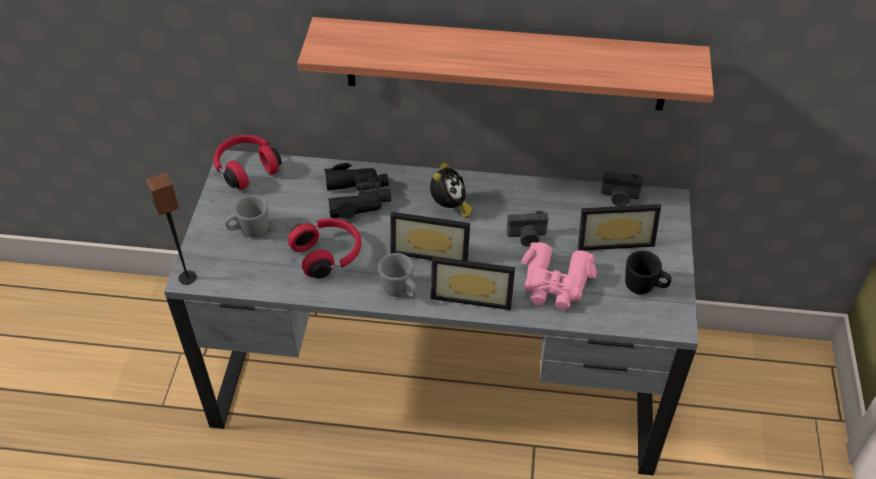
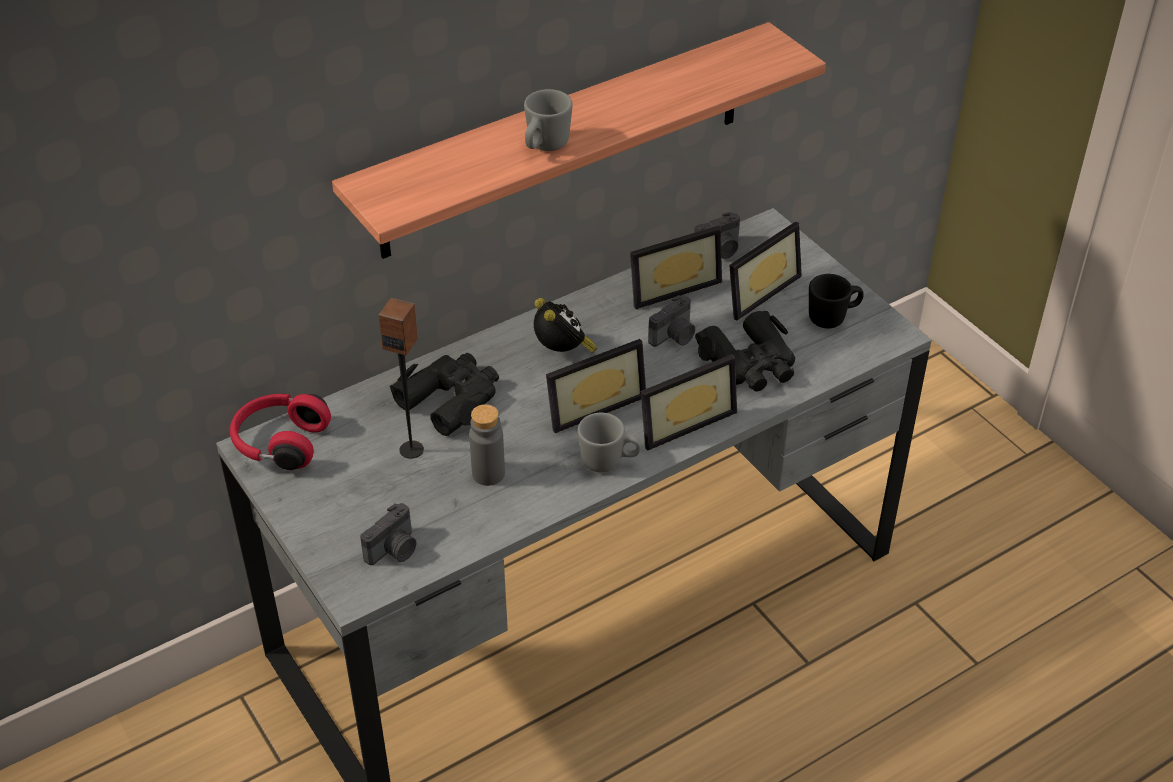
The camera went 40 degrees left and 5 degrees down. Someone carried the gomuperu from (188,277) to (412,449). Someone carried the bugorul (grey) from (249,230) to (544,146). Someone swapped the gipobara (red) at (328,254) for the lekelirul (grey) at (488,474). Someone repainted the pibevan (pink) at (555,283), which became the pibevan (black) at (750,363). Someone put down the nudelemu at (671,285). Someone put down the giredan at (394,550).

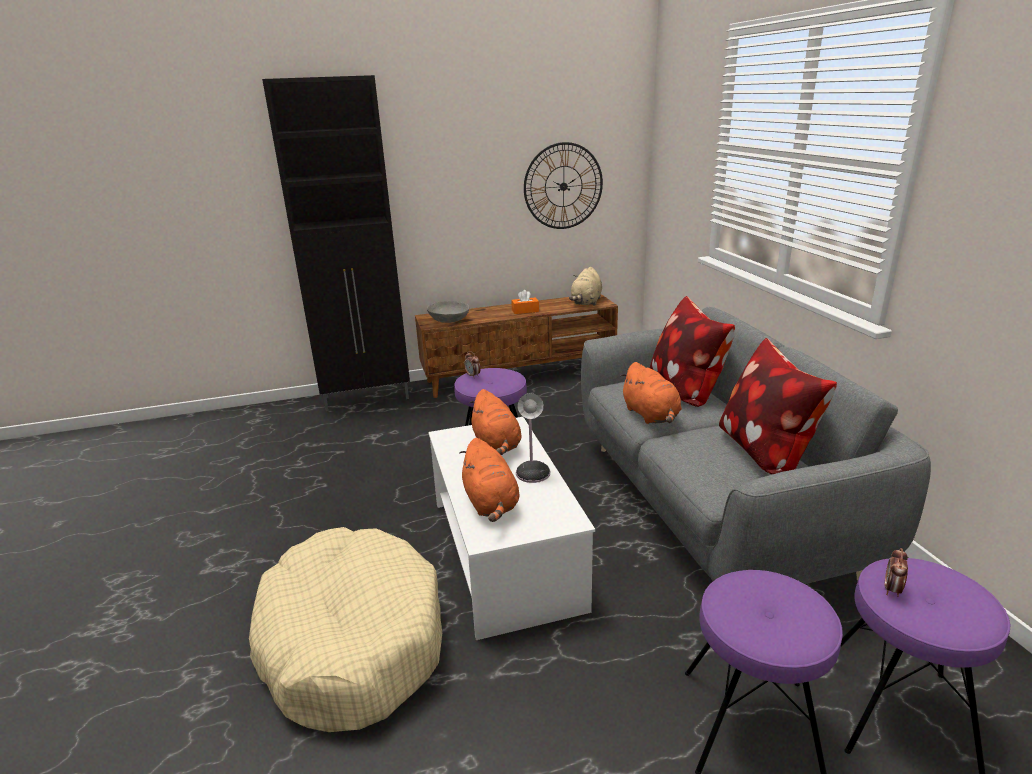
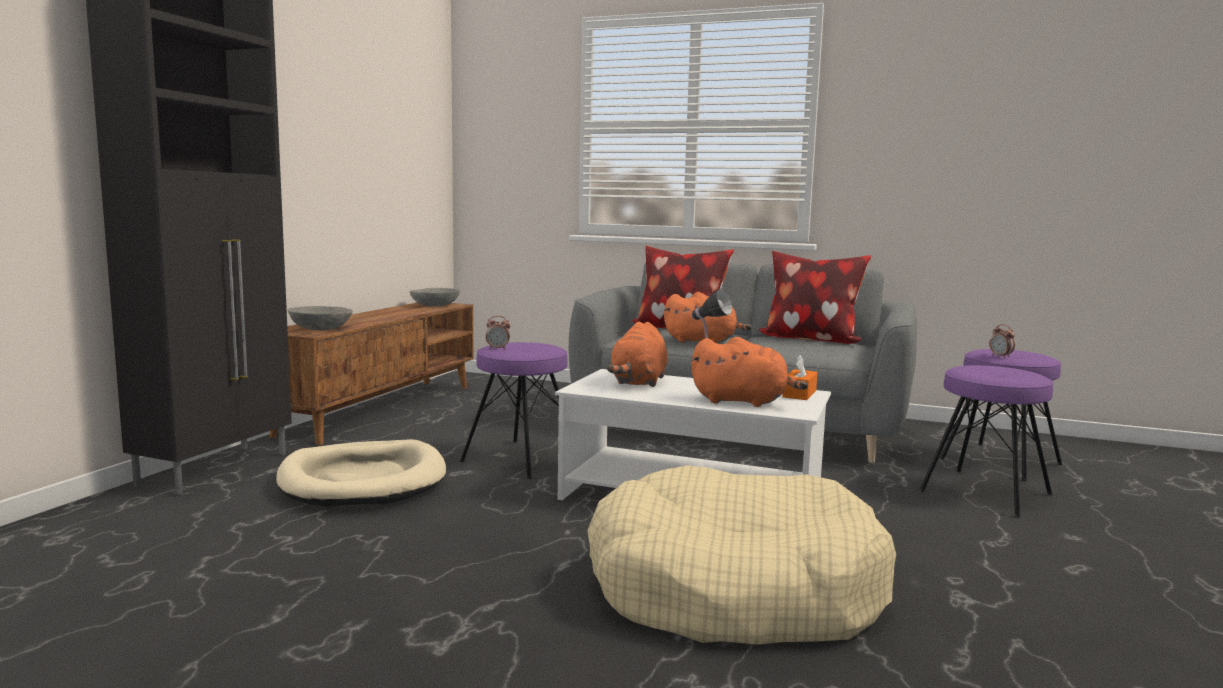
The camera went 55 degrees left and 15 degrees down. Someone took away the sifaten at (563,186). Someone swapped the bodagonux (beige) at (586,302) for the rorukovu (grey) at (435,305). Someone carried the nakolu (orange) from (525,311) to (799,394). Someone rotated the bodagonux (orange) at (496,445) by 90 degrees clockwise. Someone put down the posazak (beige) at (363,480).

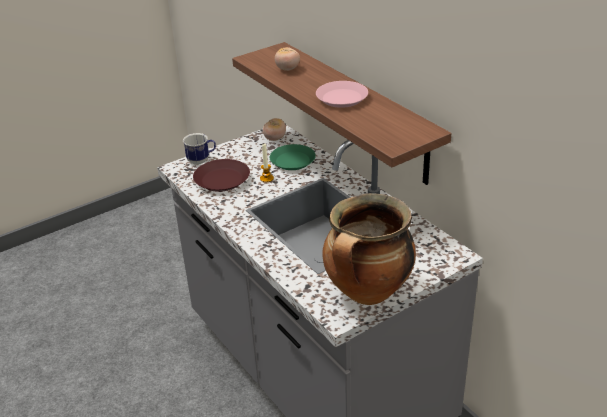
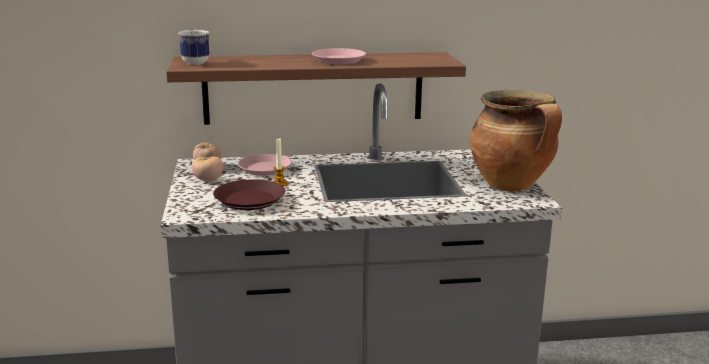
The camera went 65 degrees left and 15 degrees down. Someone carried the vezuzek from (287,69) to (208,180). Someone carried the bugorul from (202,160) to (198,62). Someone repainted the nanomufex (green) at (293,161), which became the nanomufex (pink) at (265,169).

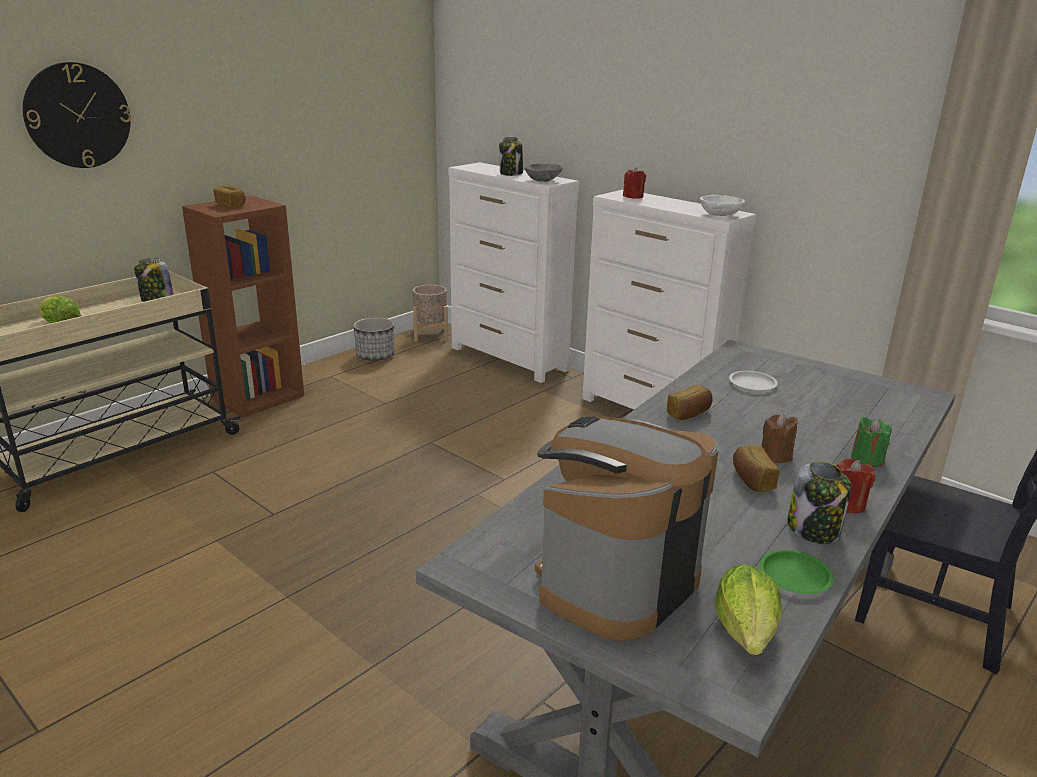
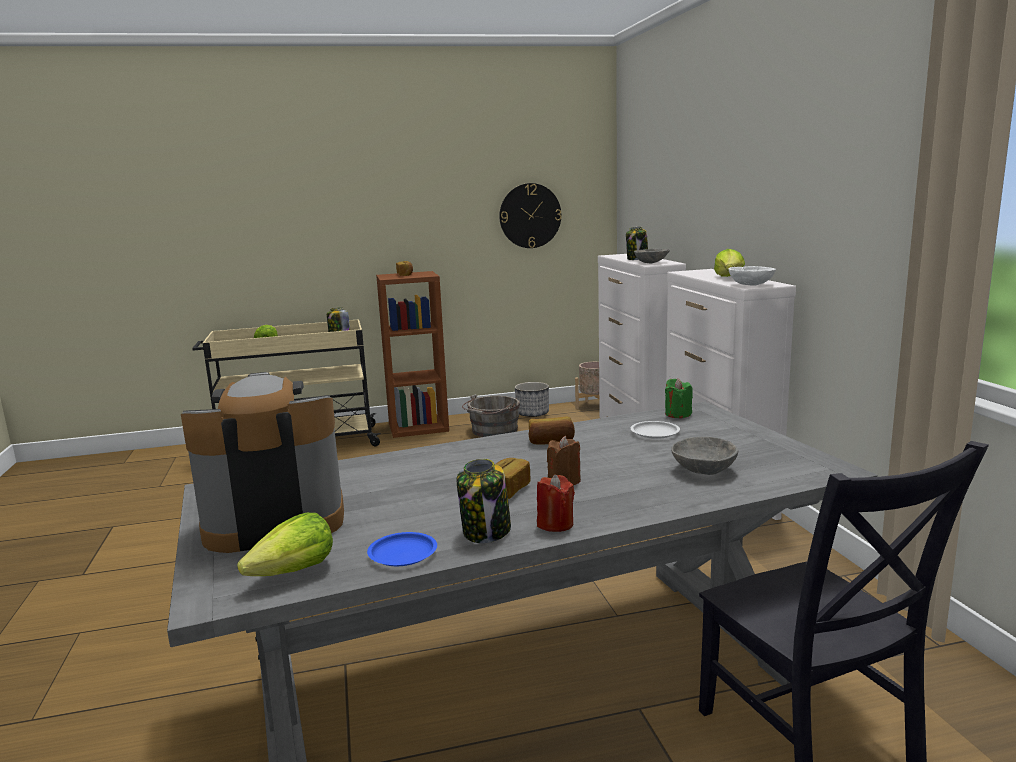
The camera went 35 degrees right and 10 degrees down. Someone carried the sifaten from (77,115) to (530,215). Someone took away the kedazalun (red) at (633,197). Someone carried the kedazalun (green) from (867,459) to (678,414). Someone repainted the nanomufex (green) at (795,576), which became the nanomufex (blue) at (403,554). Someone put down the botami at (729,277). Someone put down the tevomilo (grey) at (493,431). Someone put down the rorukovu (grey) at (704,469).

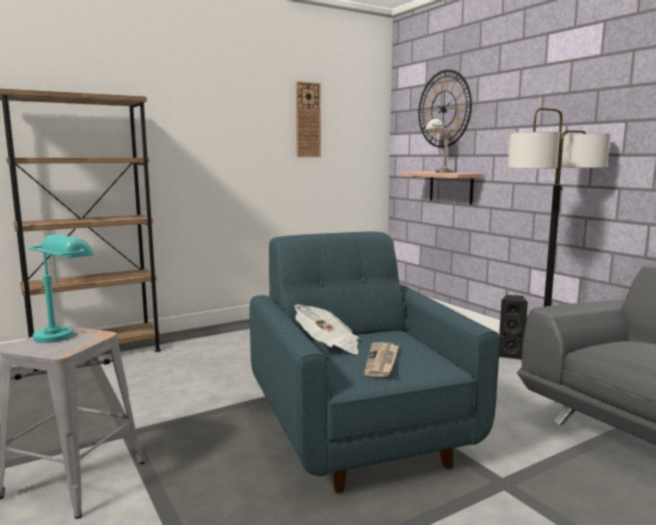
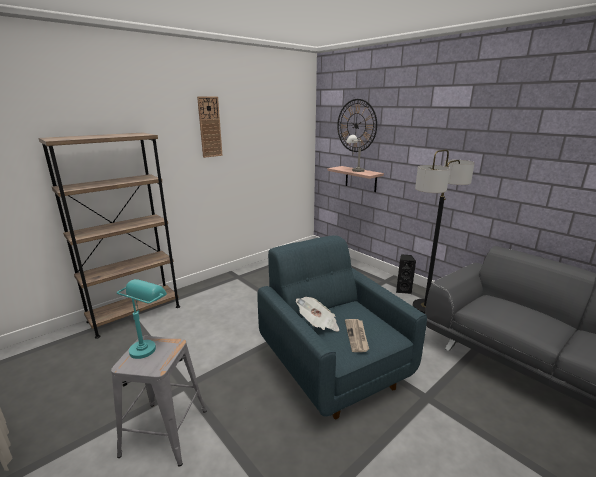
The camera went 10 degrees left and 10 degrees up. Someone carried the sifaten from (308,120) to (210,127).

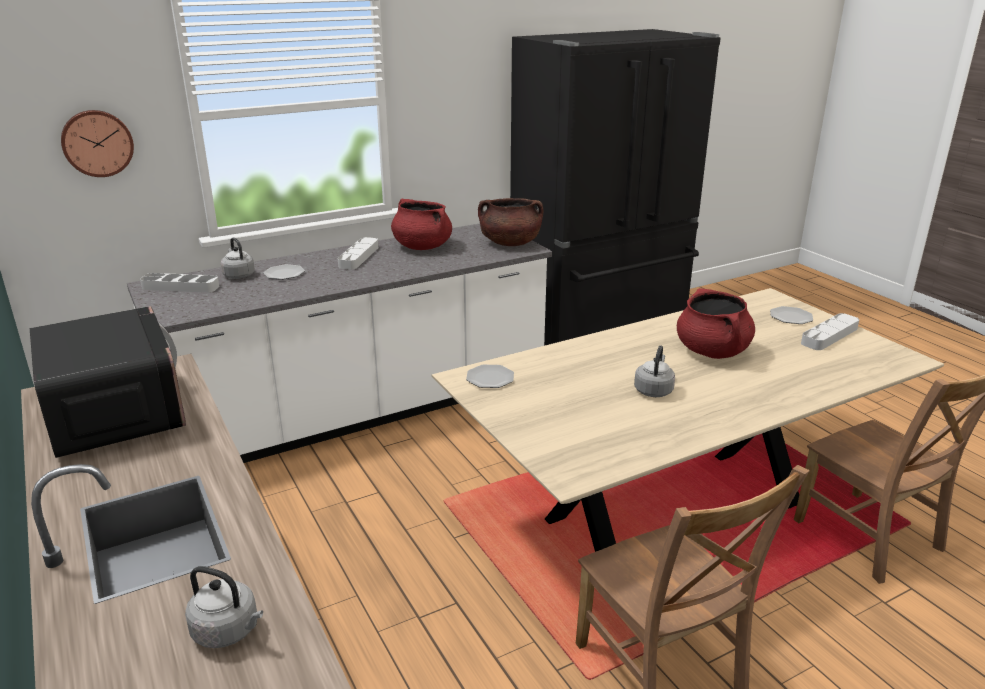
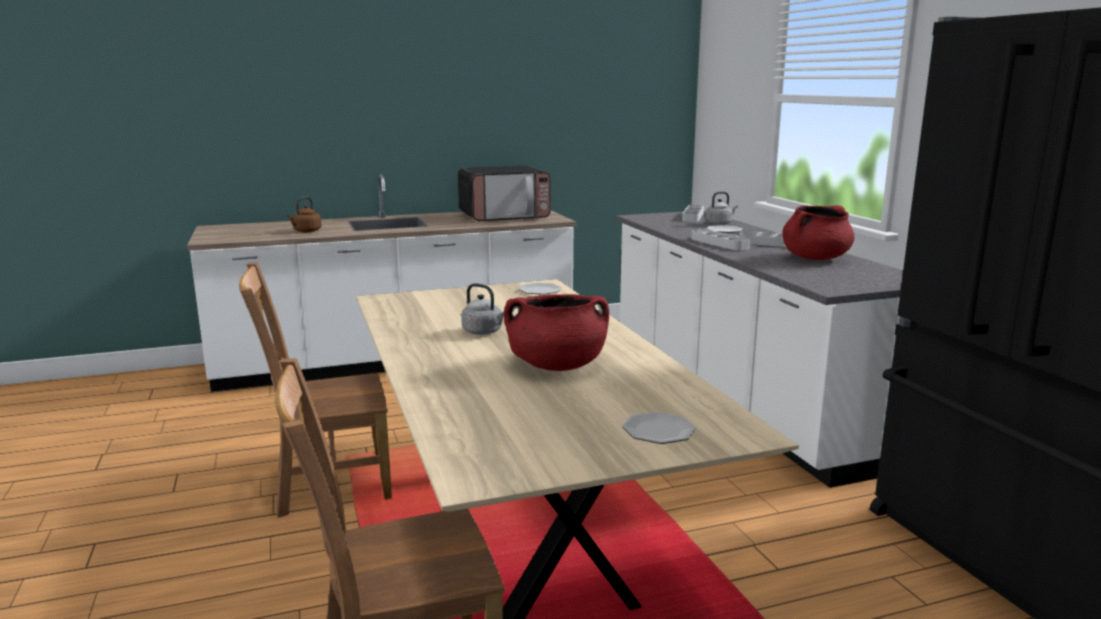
The camera went 100 degrees right and 10 degrees down. Someone took away the sifaten at (97,143). Someone took away the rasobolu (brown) at (510,243). Someone carried the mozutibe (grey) from (829,336) to (719,243). Someone repainted the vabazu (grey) at (228,631), which became the vabazu (brown) at (306,231).

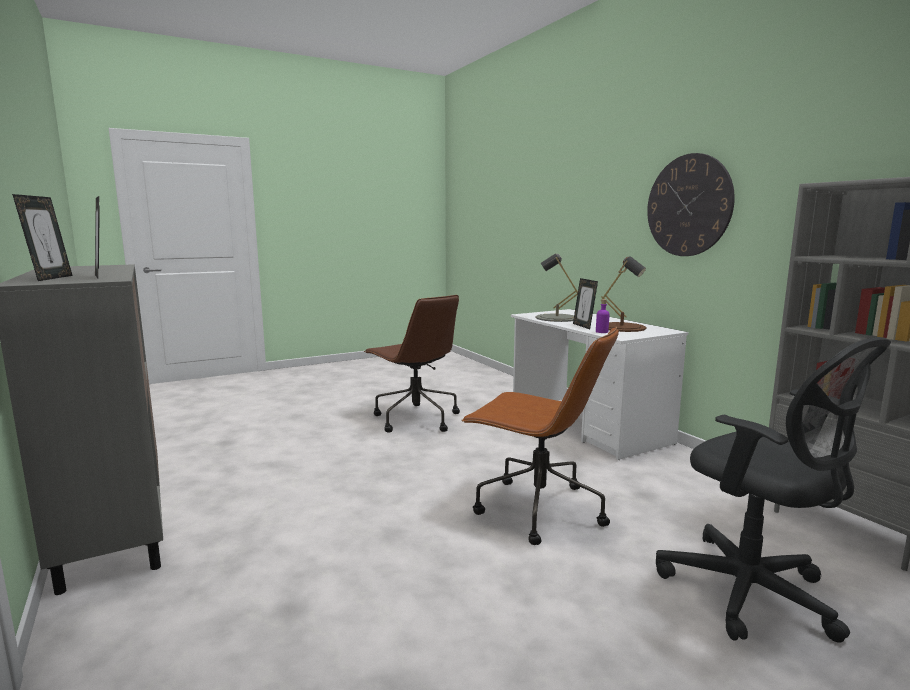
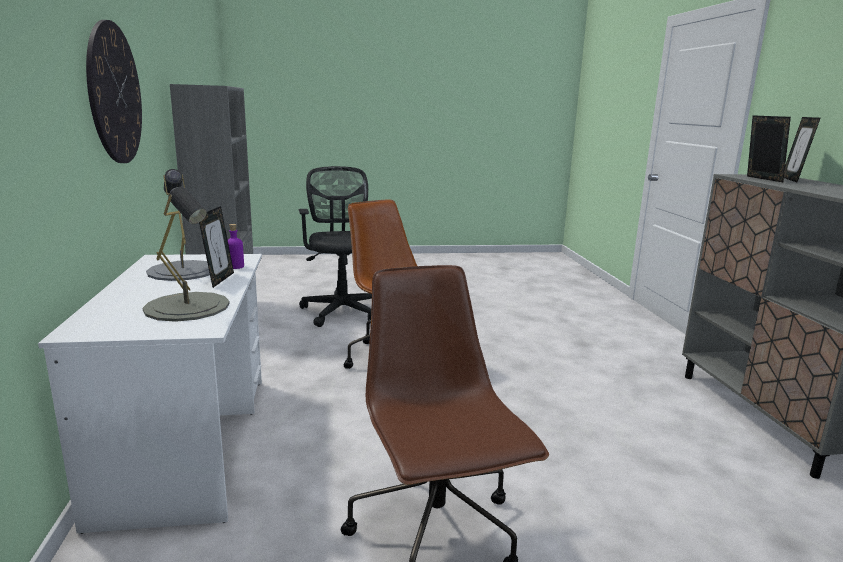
The camera went 160 degrees left and 5 degrees up. Someone repainted the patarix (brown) at (621,327), which became the patarix (grey) at (182,270).

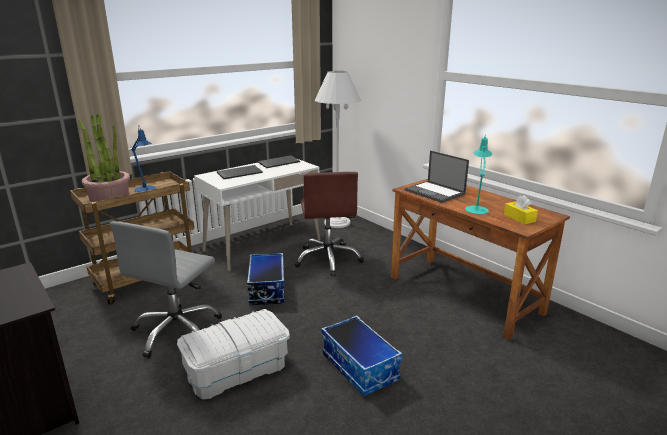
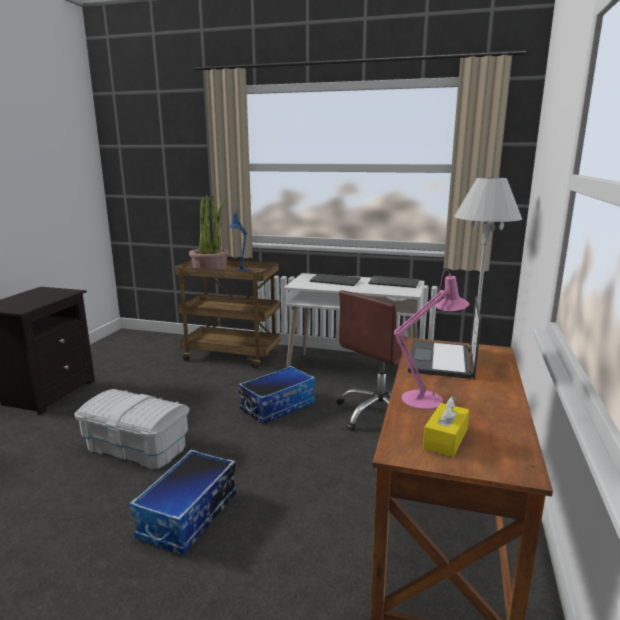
The camera went 55 degrees right and 5 degrees down. Someone repainted the patarix (turquoise) at (476,208), which became the patarix (pink) at (427,398). Someone took away the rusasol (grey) at (177,331).

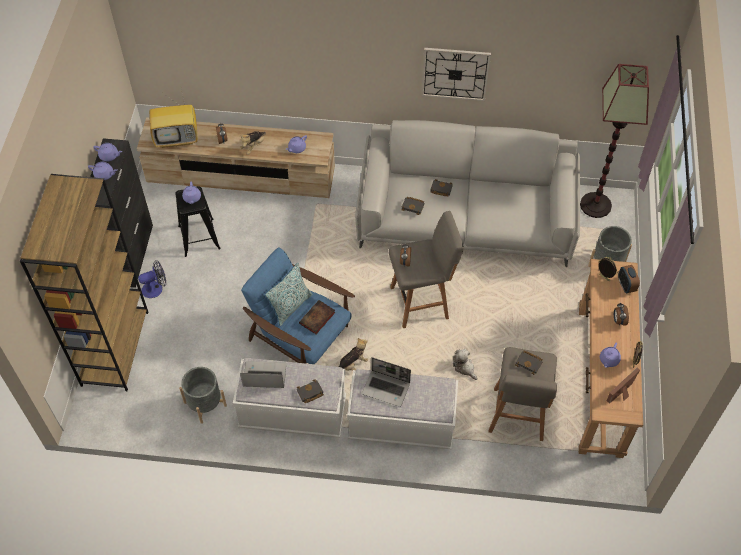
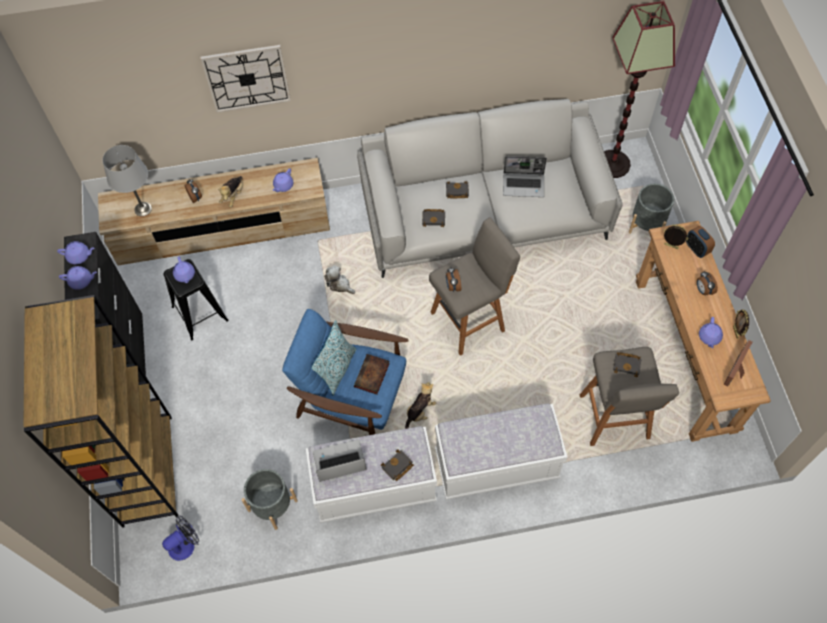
The camera went 15 degrees left and 5 degrees up. Someone carried the sifaten from (455,74) to (247,78). Someone swapped the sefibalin at (177,138) for the patarix (grey) at (143,208). Someone carried the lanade from (156,288) to (185,544). Someone carried the bodagonux from (464,367) to (339,284). Someone carried the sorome from (386,388) to (524,185).

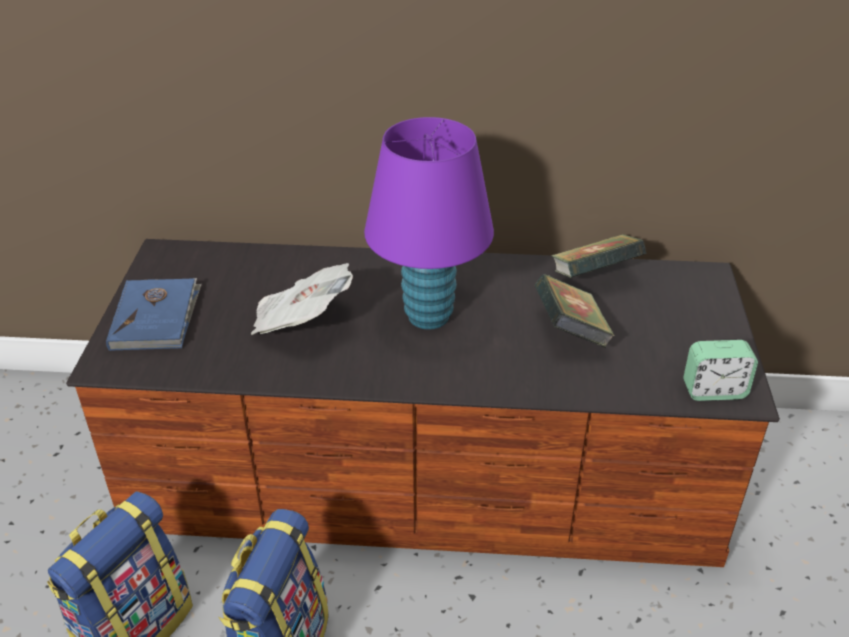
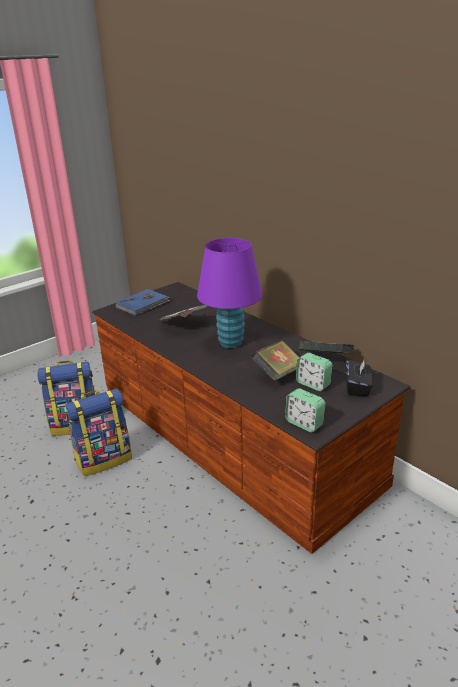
The camera went 45 degrees right and 10 degrees down. Someone put down the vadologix at (313,384). Someone put down the nakolu (black) at (357,387).

